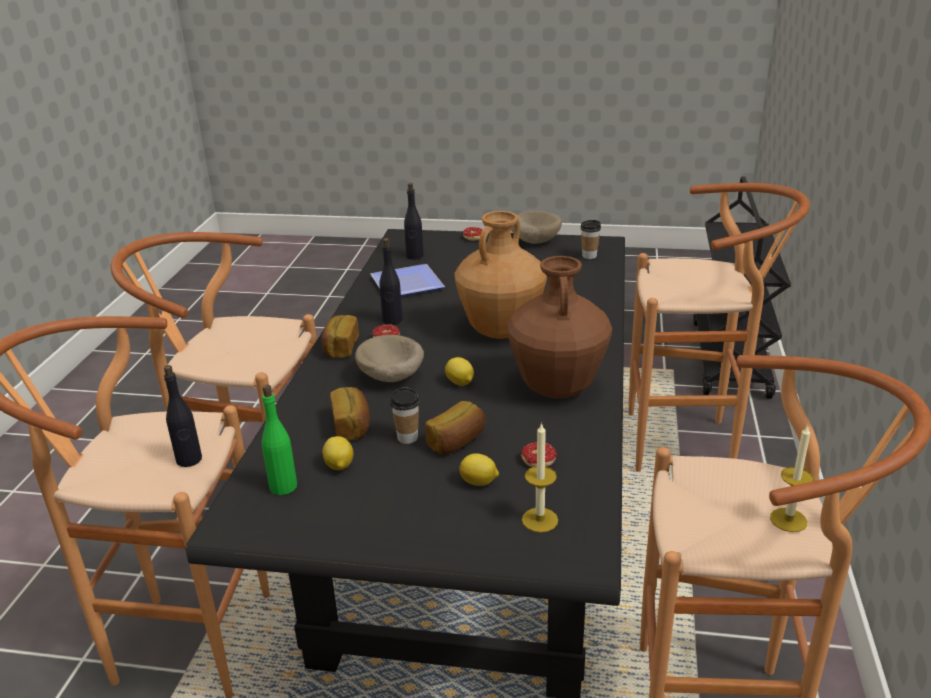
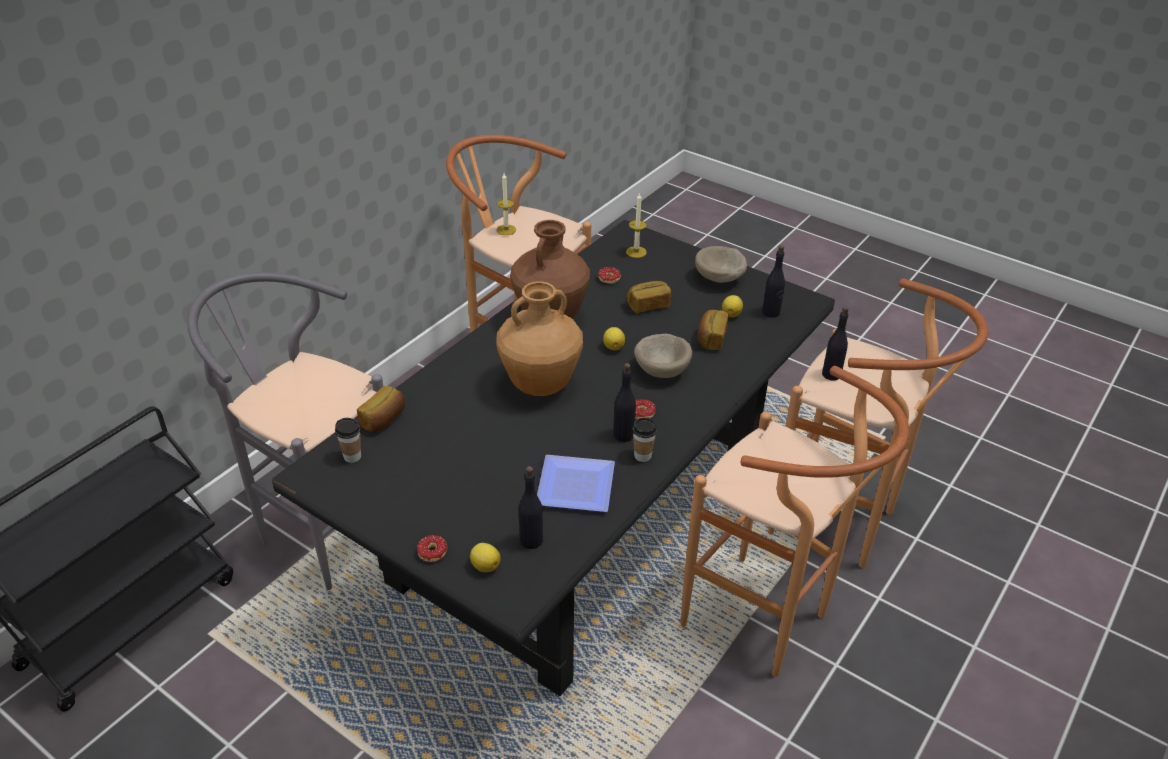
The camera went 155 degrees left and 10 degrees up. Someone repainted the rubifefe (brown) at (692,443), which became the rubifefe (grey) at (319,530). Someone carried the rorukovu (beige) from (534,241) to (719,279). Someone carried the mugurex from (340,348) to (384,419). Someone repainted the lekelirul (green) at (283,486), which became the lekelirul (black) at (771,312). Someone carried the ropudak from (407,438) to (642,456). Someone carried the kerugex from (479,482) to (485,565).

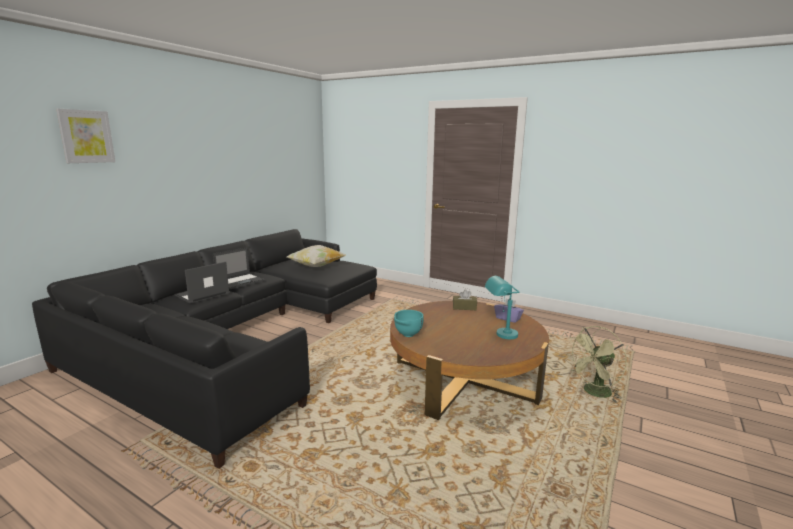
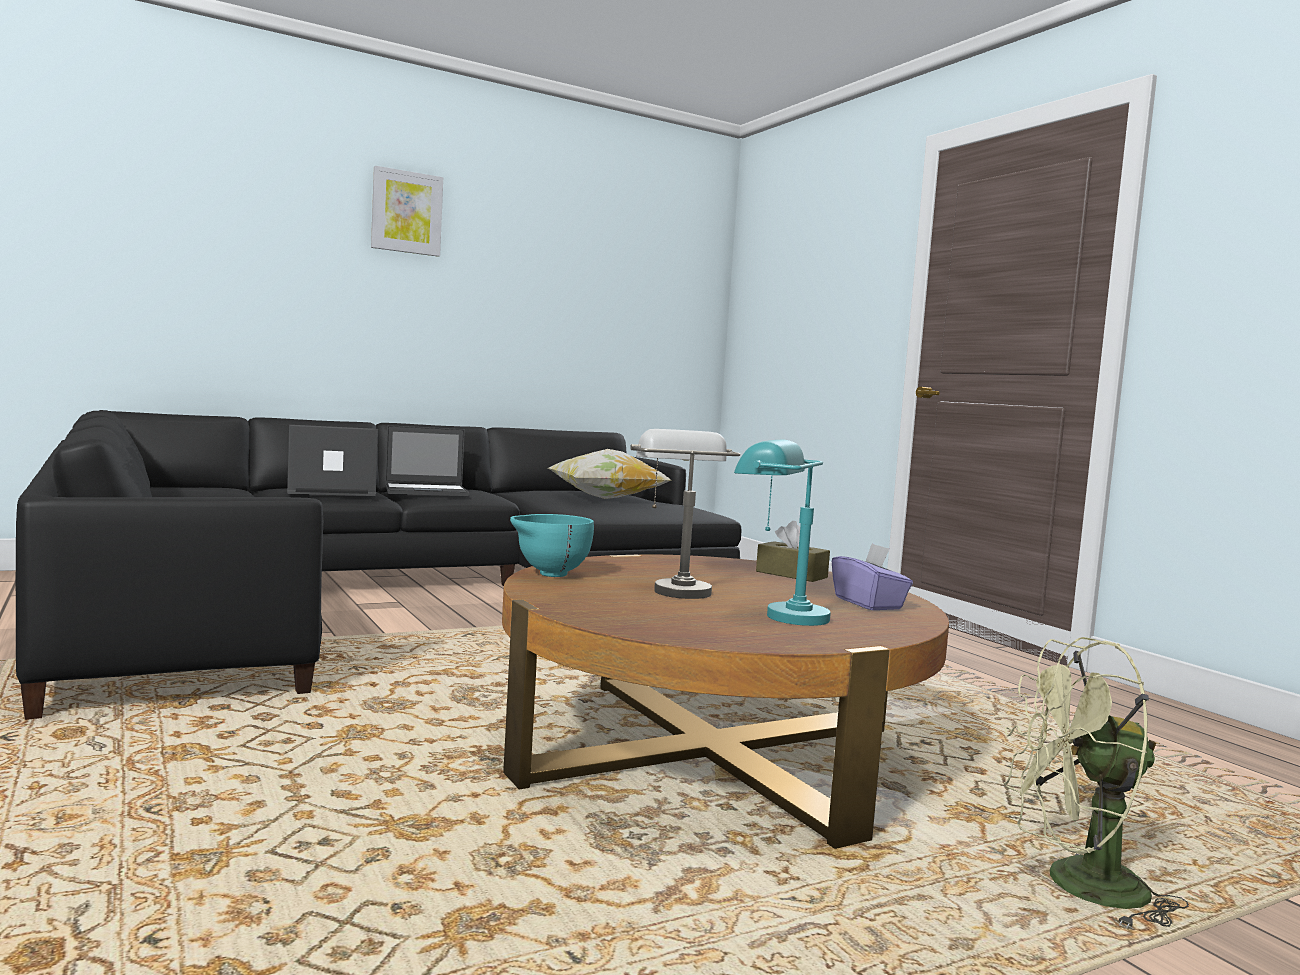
The camera went 30 degrees right and 10 degrees down. Someone carried the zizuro from (86,136) to (406,212). Someone put down the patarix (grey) at (674,588).

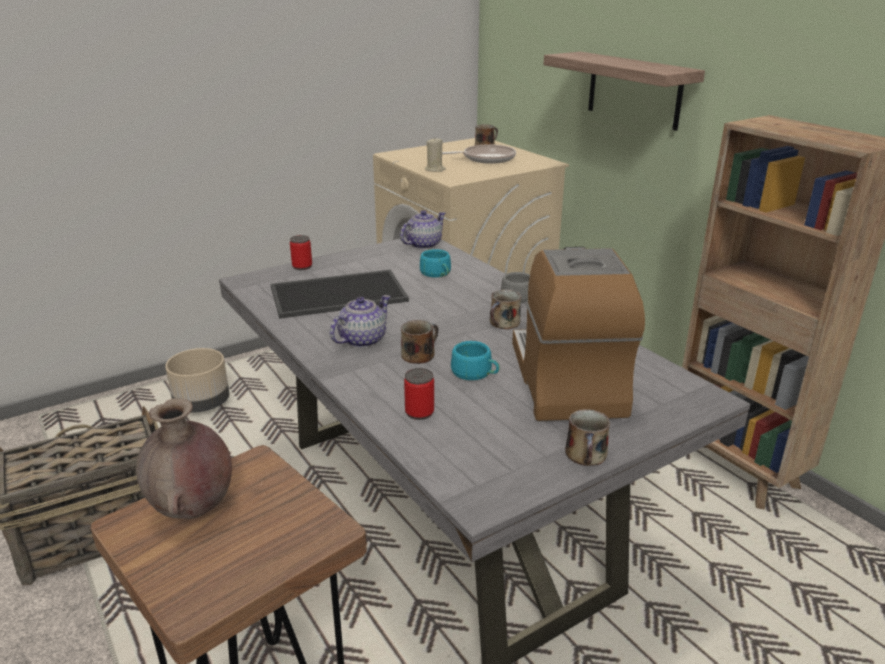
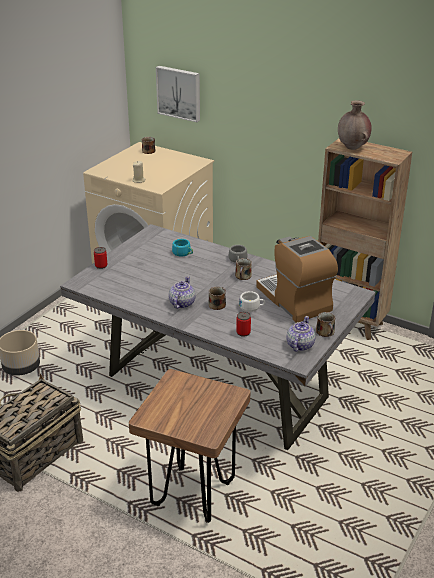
The camera went 25 degrees left and 5 degrees up. Someone took away the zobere at (634,90). Someone took away the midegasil at (485,159). Someone carried the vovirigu from (423,245) to (299,345). Someone took away the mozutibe at (339,293). Someone repainted the ropudak (turquoise) at (475,373), which became the ropudak (white) at (252,307). Someone carried the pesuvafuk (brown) from (193,510) to (352,148). Someone put up the zizuro at (179,93).

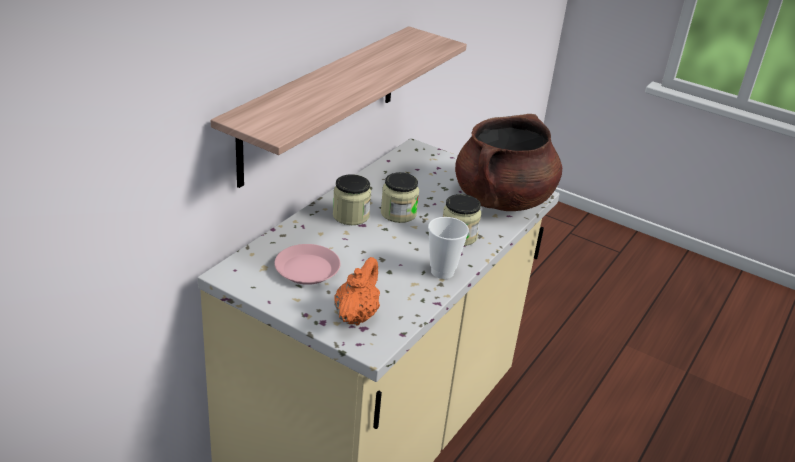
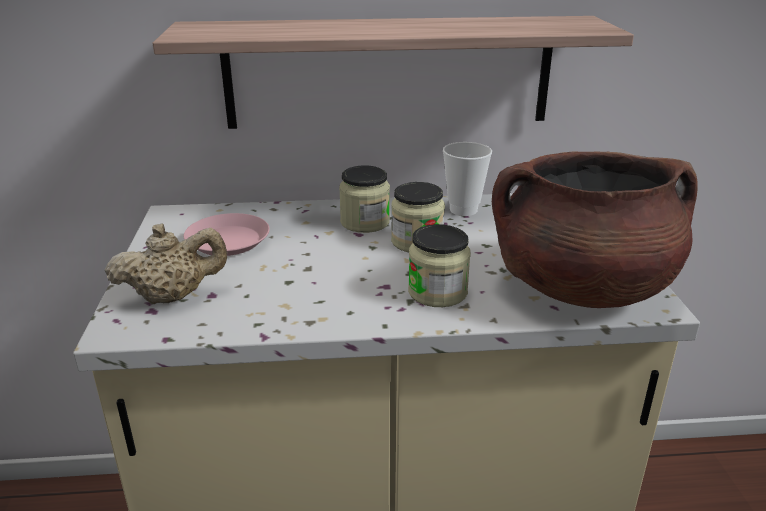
The camera went 55 degrees right and 5 degrees down. Someone carried the ropudak from (442,272) to (463,210). Someone repainted the vovirigu (orange) at (356,315), which became the vovirigu (beige) at (173,297).

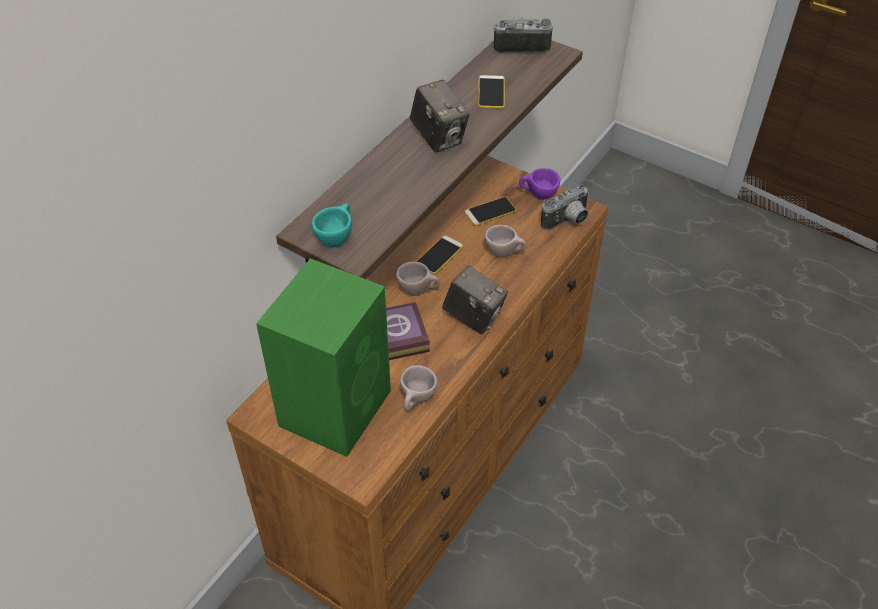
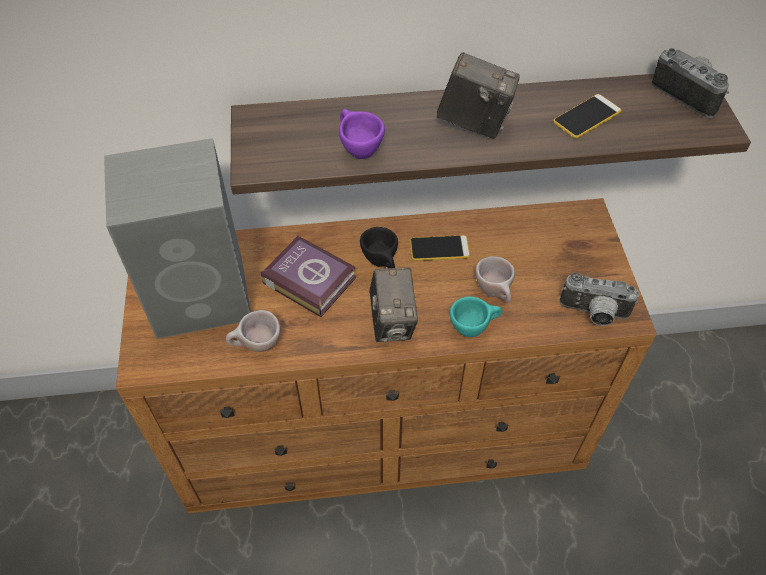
The camera went 50 degrees right and 5 degrees up. Someone rotated the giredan at (439,138) by 90 degrees counterclockwise. Someone carried the ropudak (purple) from (538,196) to (357,150). Someone took away the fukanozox at (490,212). Someone carried the ropudak (turquoise) from (336,238) to (473,328). Someone repainted the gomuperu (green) at (336,406), which became the gomuperu (grey) at (203,295). Someone repainted the ropudak (beige) at (418,291), which became the ropudak (black) at (382,263).

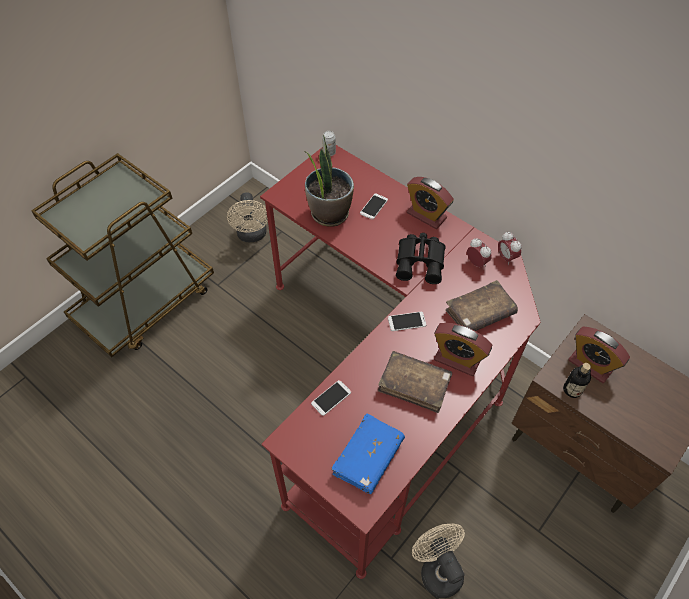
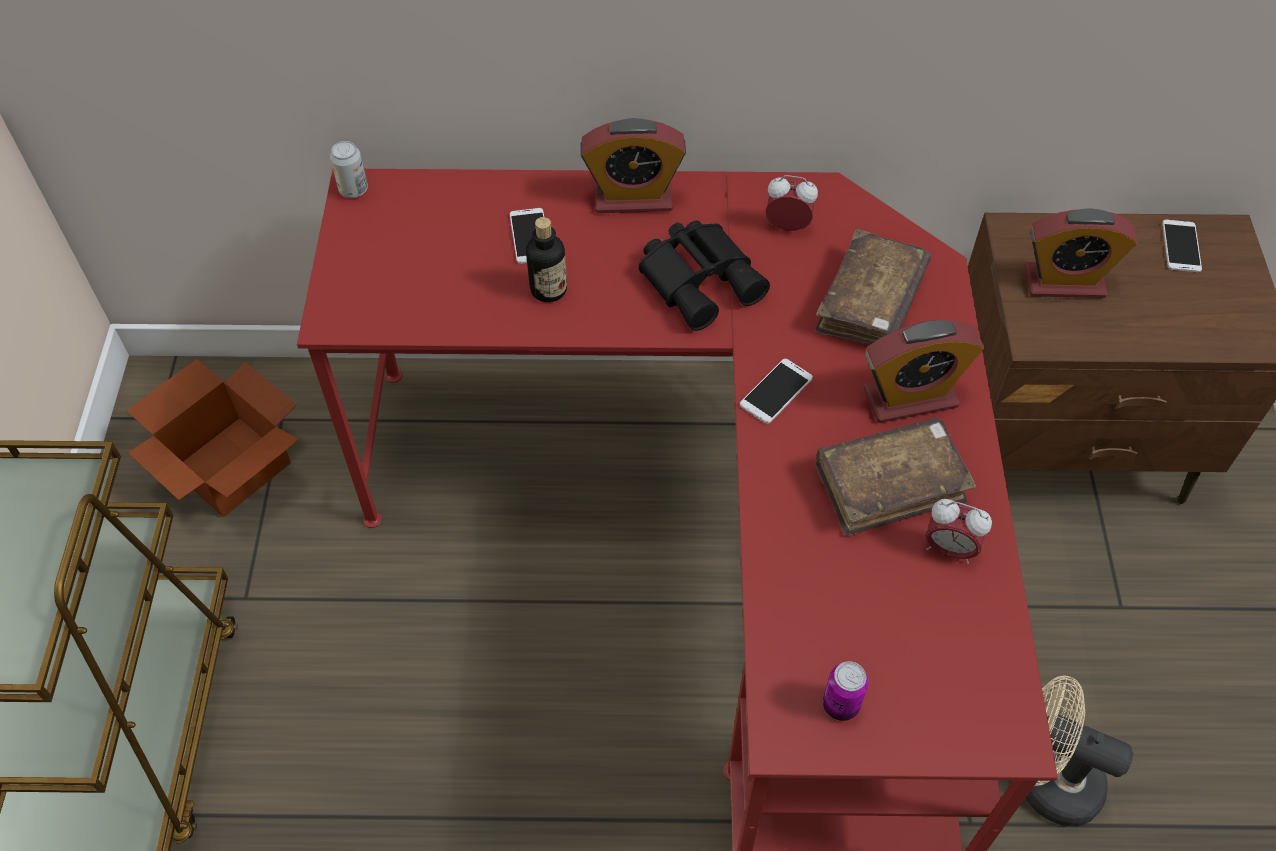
The camera went 40 degrees left and 0 degrees up. Someone took away the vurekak at (329,213). Someone swapped the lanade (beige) at (252,235) for the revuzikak at (230,463). Someone carried the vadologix from (506,257) to (949,549). Someone carried the lekelirul from (572,390) to (548,289). Someone carried the fukanozox from (331,398) to (1181,246). Someone took away the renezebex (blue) at (368,457). Someone put down the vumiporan at (840,705).

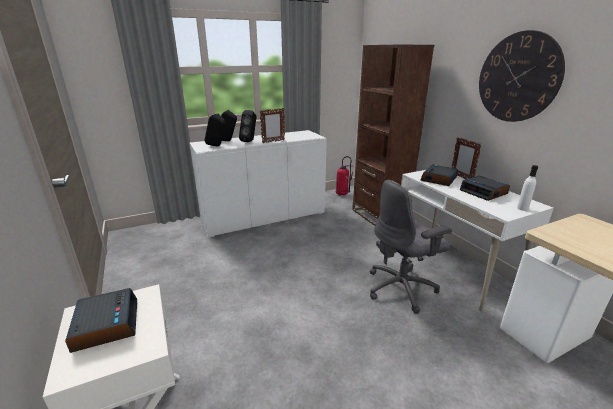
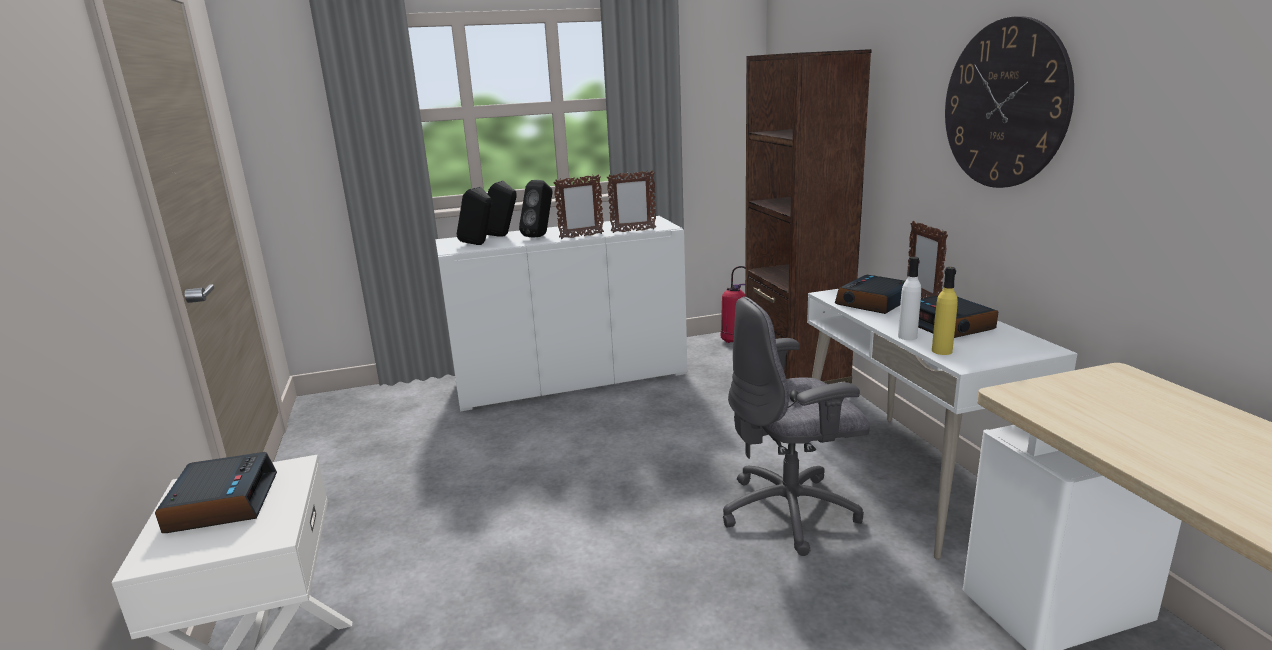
The camera went 10 degrees right and 5 degrees down. Someone carried the lekelirul (white) from (522,208) to (907,337). Someone put down the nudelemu at (633,231). Someone put down the lekelirul (yellow) at (941,351).

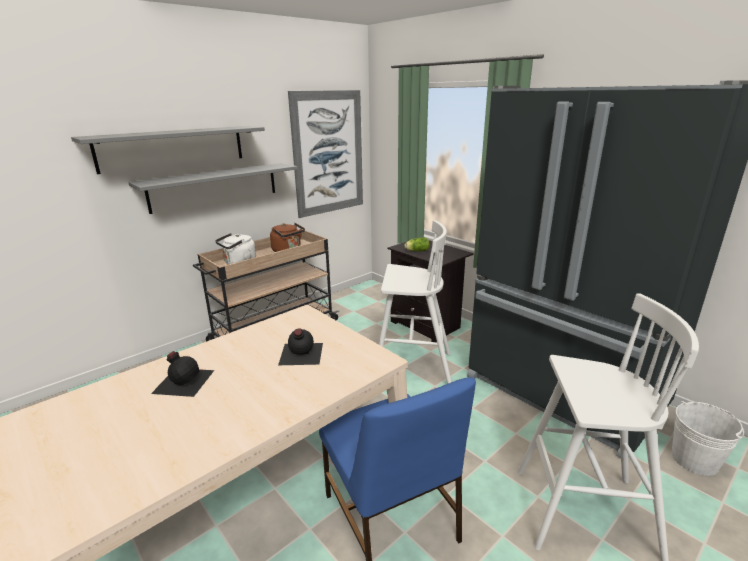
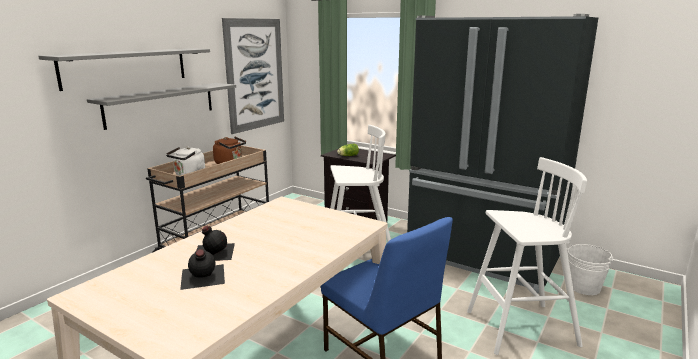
The camera went 15 degrees left and 5 degrees down. Someone carried the lekelirul (black) from (300,354) to (202,276).

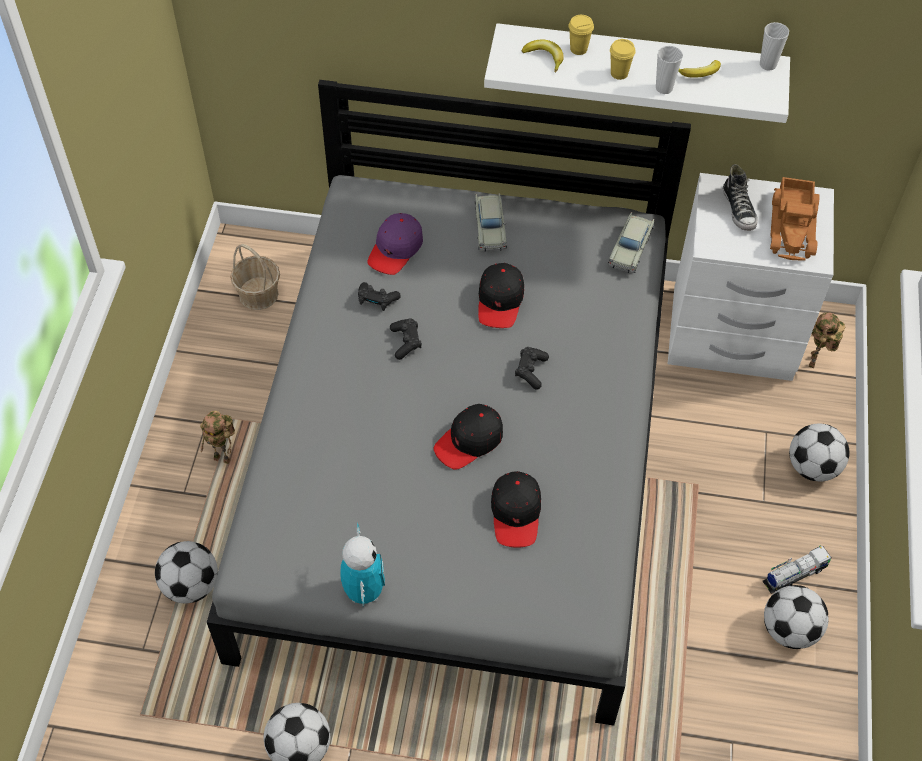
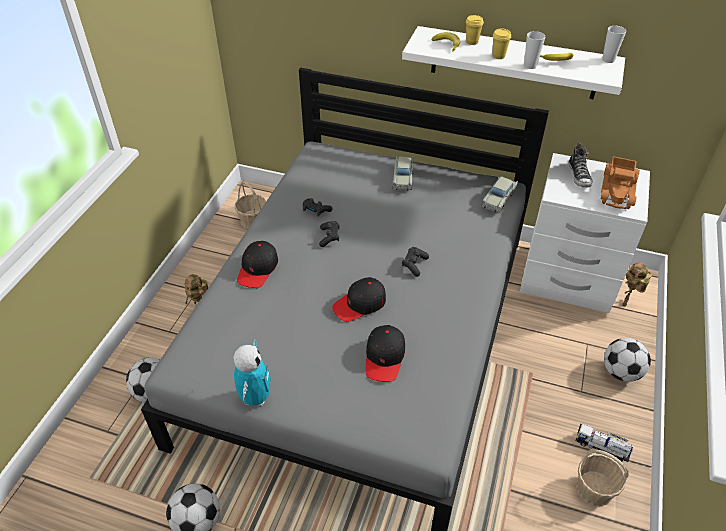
The camera went 10 degrees right and 10 degrees down. Someone took away the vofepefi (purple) at (395,249). Someone carried the vofepefi (black) from (500,301) to (258,269). Someone rotated the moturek at (794,575) by 135 degrees counterclockwise. Someone swapped the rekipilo at (789,630) for the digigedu at (594,489).

